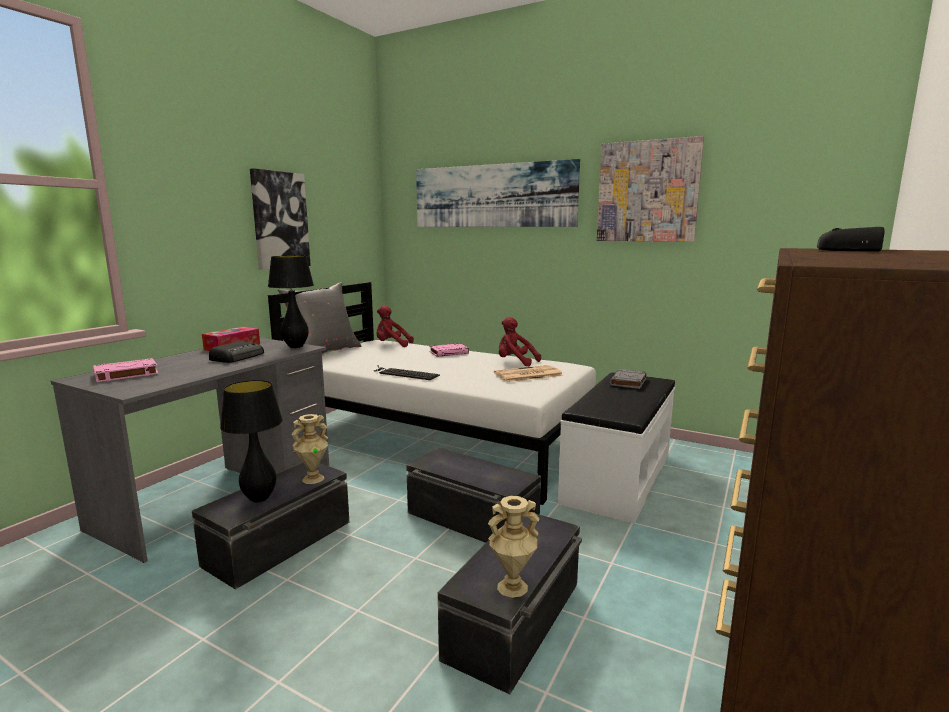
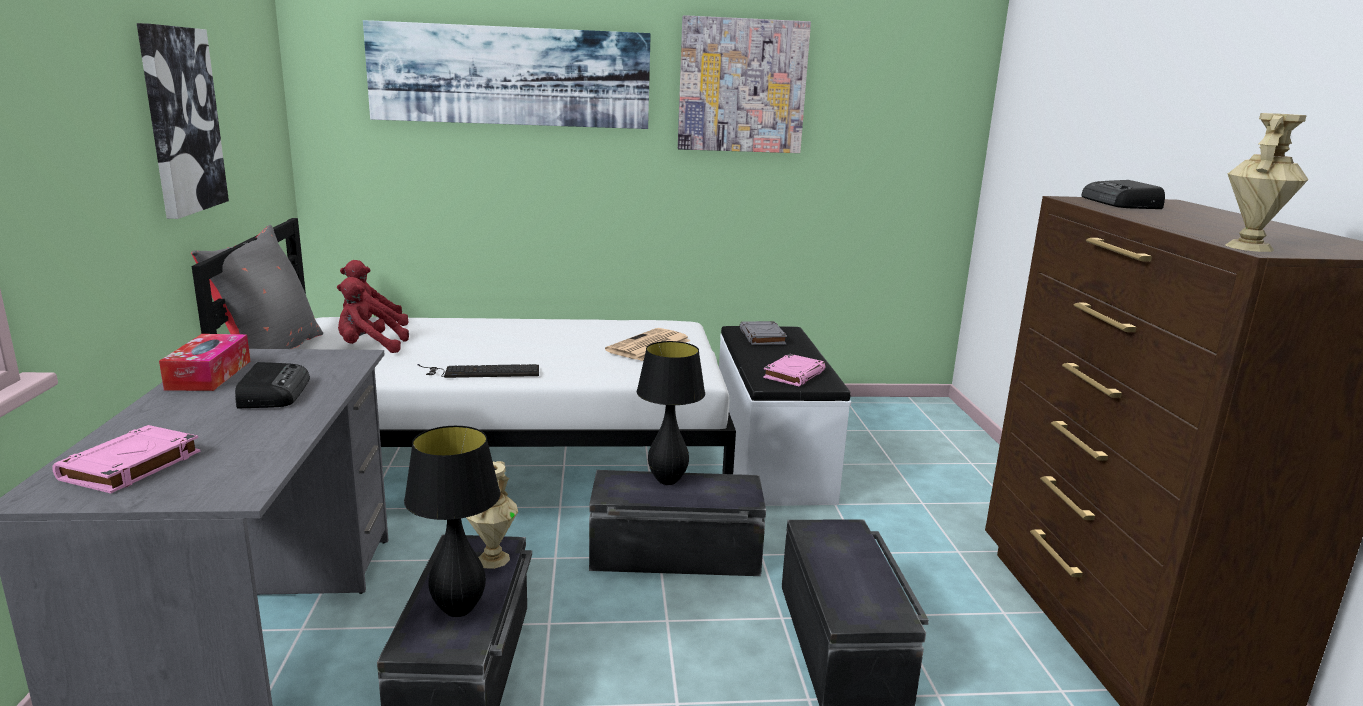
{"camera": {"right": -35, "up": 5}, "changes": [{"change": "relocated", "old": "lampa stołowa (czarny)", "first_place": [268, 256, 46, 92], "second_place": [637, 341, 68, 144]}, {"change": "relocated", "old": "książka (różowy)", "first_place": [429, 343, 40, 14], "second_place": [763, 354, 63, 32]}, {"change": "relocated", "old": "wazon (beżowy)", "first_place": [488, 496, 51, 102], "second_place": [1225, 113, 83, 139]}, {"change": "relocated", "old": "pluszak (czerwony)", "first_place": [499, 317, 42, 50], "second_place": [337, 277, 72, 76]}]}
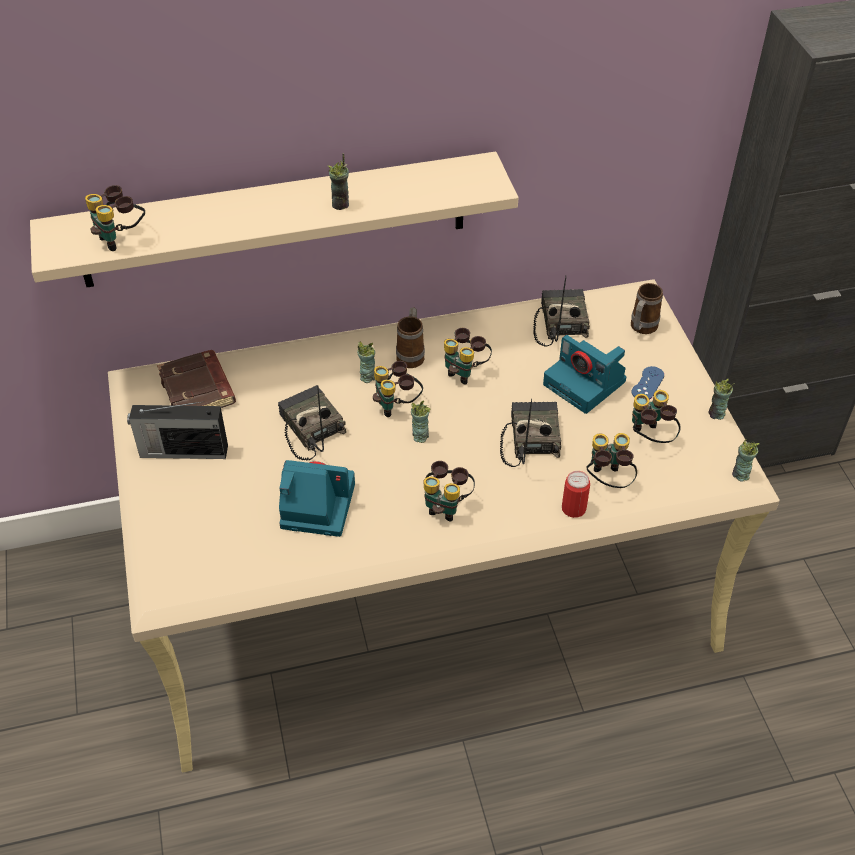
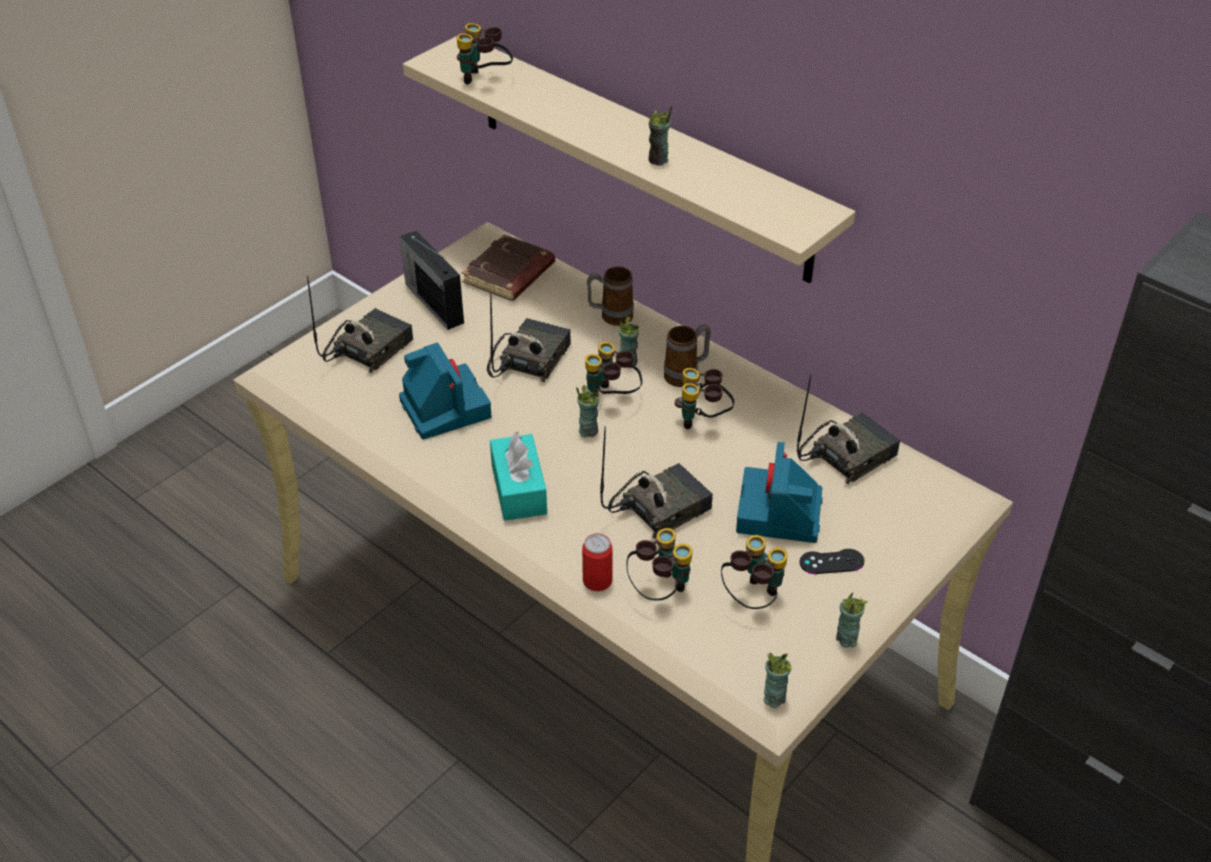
{"camera": {"right": 55, "up": -5}, "changes": [{"change": "exchanged", "old": "lornetka", "new": "pudełko chusteczek (turkusowy)", "first_place": [424, 461, 51, 60], "second_place": [490, 432, 57, 89]}, {"change": "relocated", "old": "kubek", "first_place": [631, 283, 32, 51], "second_place": [587, 266, 47, 60]}, {"change": "colour", "old": "pad do gier (niebieski)", "new": "pad do gier (czarny)", "first_place": [632, 366, 32, 34], "second_place": [800, 549, 64, 25]}, {"change": "appeared", "new": "radio", "second_place": [307, 276, 106, 97]}]}
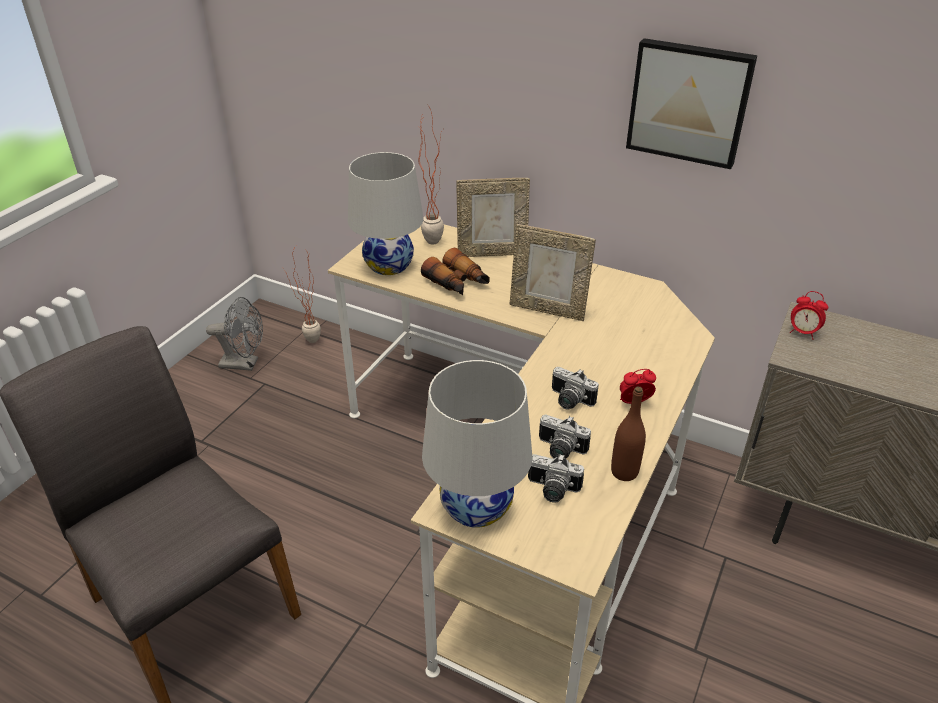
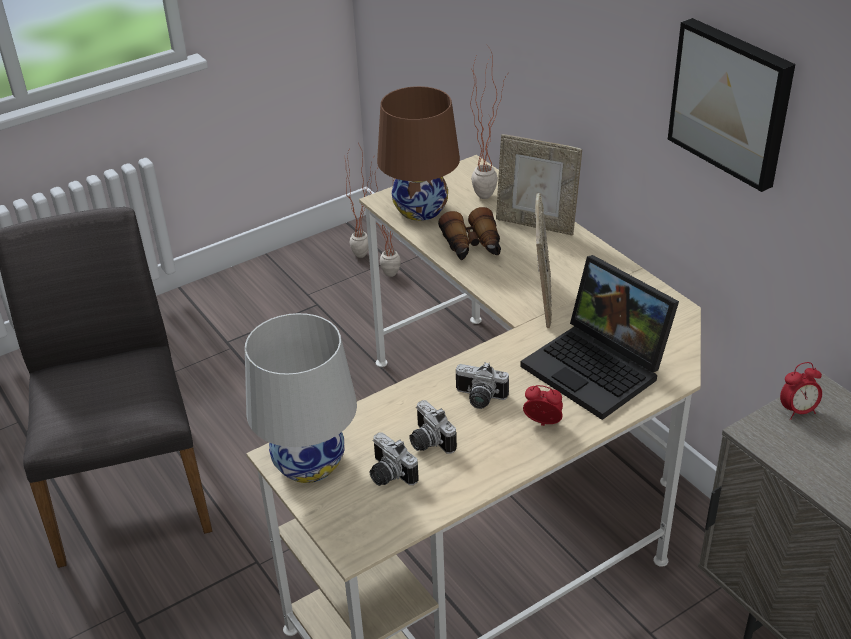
{"camera": {"right": 30, "up": 0}, "changes": [{"change": "missing", "old": "wentylator (szary)", "first_place": [206, 297, 57, 74]}, {"change": "colour", "old": "lampa stołowa (biały)", "new": "lampa stołowa (brązowy)", "first_place": [348, 152, 75, 123], "second_place": [377, 86, 83, 135]}, {"change": "spun", "old": "ramka na zdjęcie", "first_place": [509, 224, 87, 97], "second_place": [535, 193, 17, 135], "degrees": -135}, {"change": "spun", "old": "aparat fotograficzny", "first_place": [552, 367, 47, 43], "second_place": [456, 362, 53, 47], "degrees": -45}, {"change": "missing", "old": "butelka (brązowy)", "first_place": [611, 386, 35, 95]}, {"change": "spun", "old": "budzik", "first_place": [789, 291, 39, 49], "second_place": [780, 362, 42, 58], "degrees": -75}, {"change": "appeared", "new": "roślina doniczkowa", "second_place": [345, 143, 28, 115]}, {"change": "appeared", "new": "laptop", "second_place": [520, 255, 159, 165]}]}
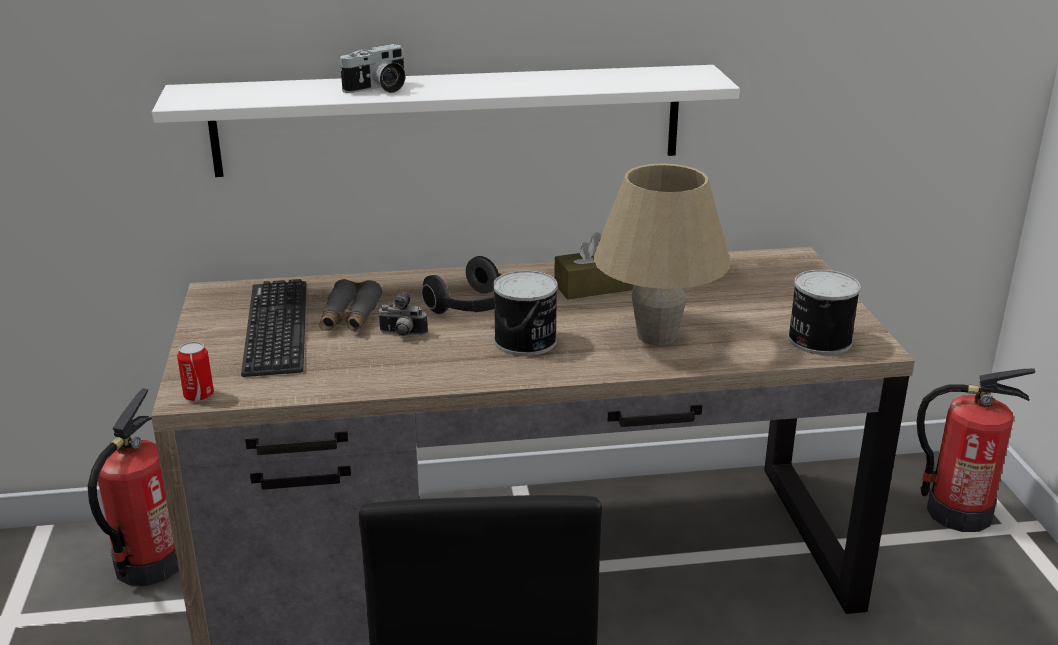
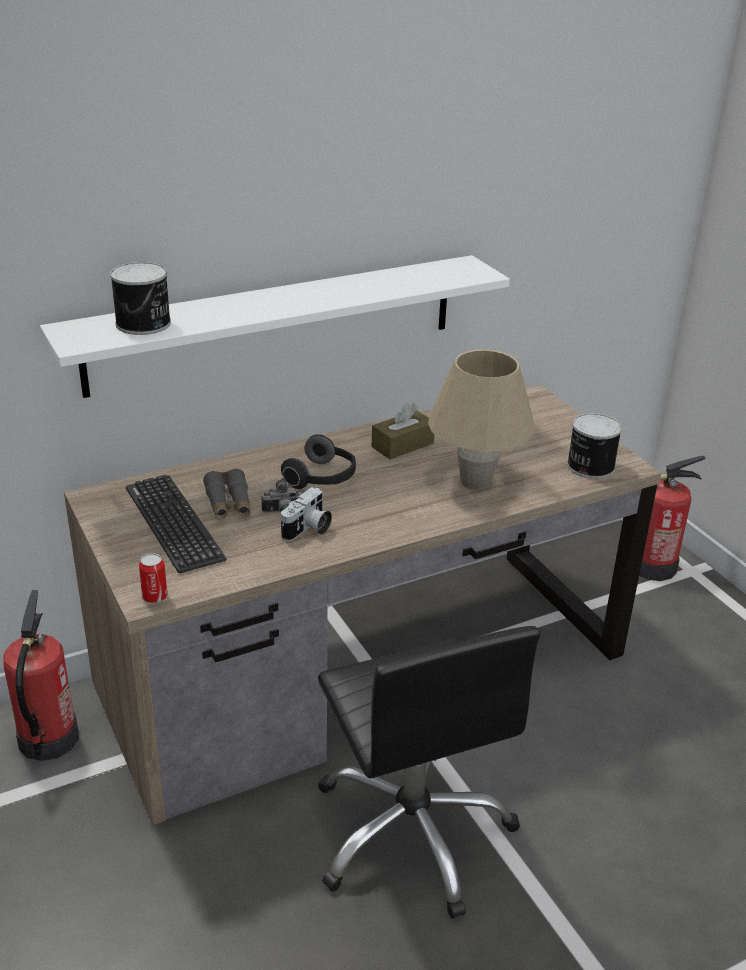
{"camera": {"right": -20, "up": 5}, "changes": [{"change": "relocated", "old": "aparat fotograficzny", "first_place": [339, 44, 67, 49], "second_place": [281, 487, 51, 54]}, {"change": "relocated", "old": "puszka", "first_place": [493, 270, 65, 86], "second_place": [110, 262, 61, 73]}]}
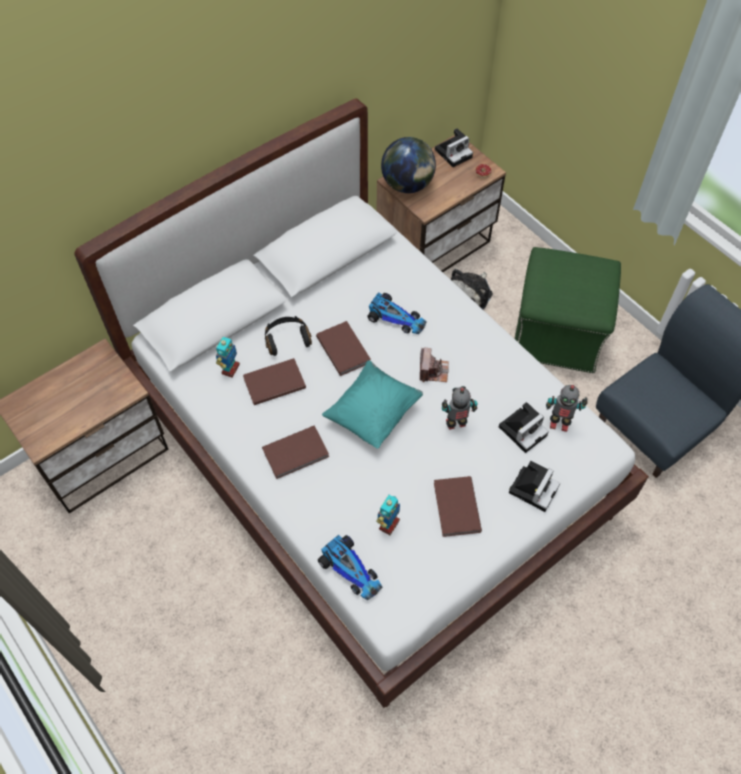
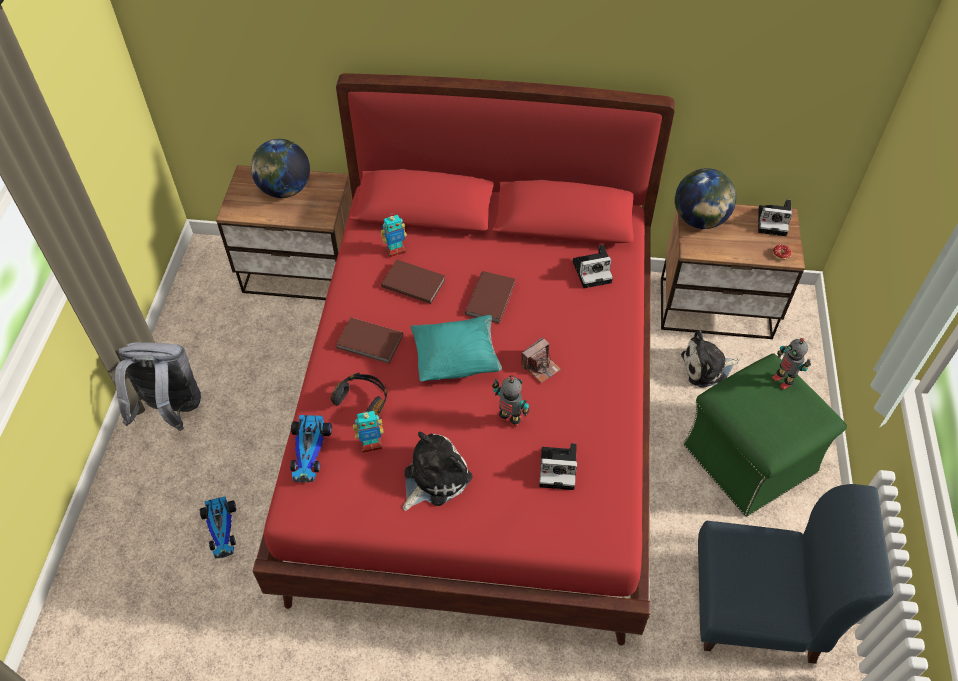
{"camera": {"right": 45, "up": -5}, "changes": [{"change": "colour", "old": "łóżko (biały)", "new": "łóżko (czerwony)", "first_place": [74, 98, 575, 610], "second_place": [252, 73, 423, 572]}, {"change": "relocated", "old": "słuchawki (czarny)", "first_place": [265, 316, 47, 40], "second_place": [331, 373, 56, 43]}, {"change": "relocated", "old": "samochodzik", "first_place": [367, 292, 60, 42], "second_place": [200, 496, 36, 63]}, {"change": "exchanged", "old": "książka (brązowy)", "new": "pluszak", "first_place": [434, 476, 48, 61], "second_place": [403, 432, 70, 79]}, {"change": "relocated", "old": "aparat fotograficzny", "first_place": [509, 461, 51, 51], "second_place": [573, 245, 40, 43]}, {"change": "relocated", "old": "robot zabawkowy", "first_place": [546, 385, 42, 47], "second_place": [772, 338, 39, 52]}, {"change": "appeared", "new": "plecak (szary)", "second_place": [115, 342, 86, 89]}, {"change": "appeared", "new": "globus", "second_place": [251, 139, 59, 59]}]}
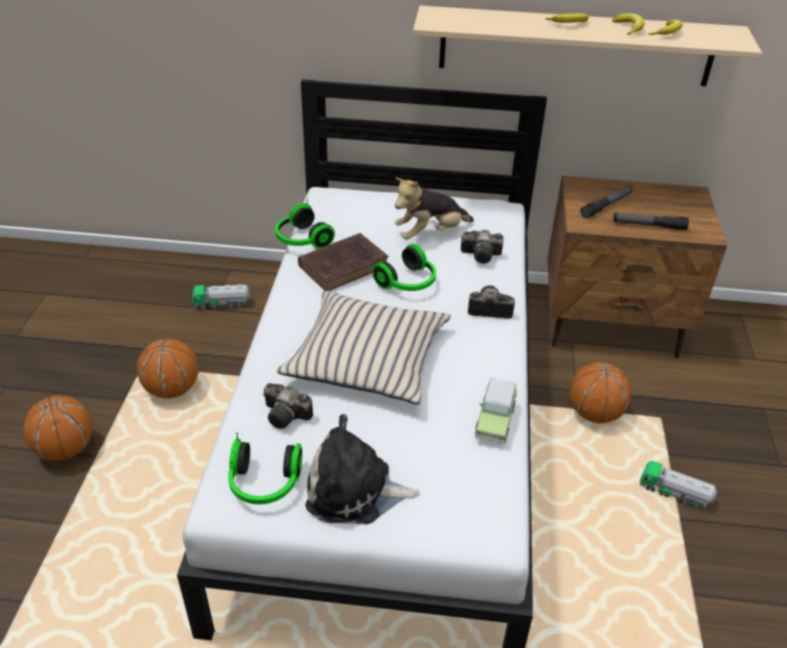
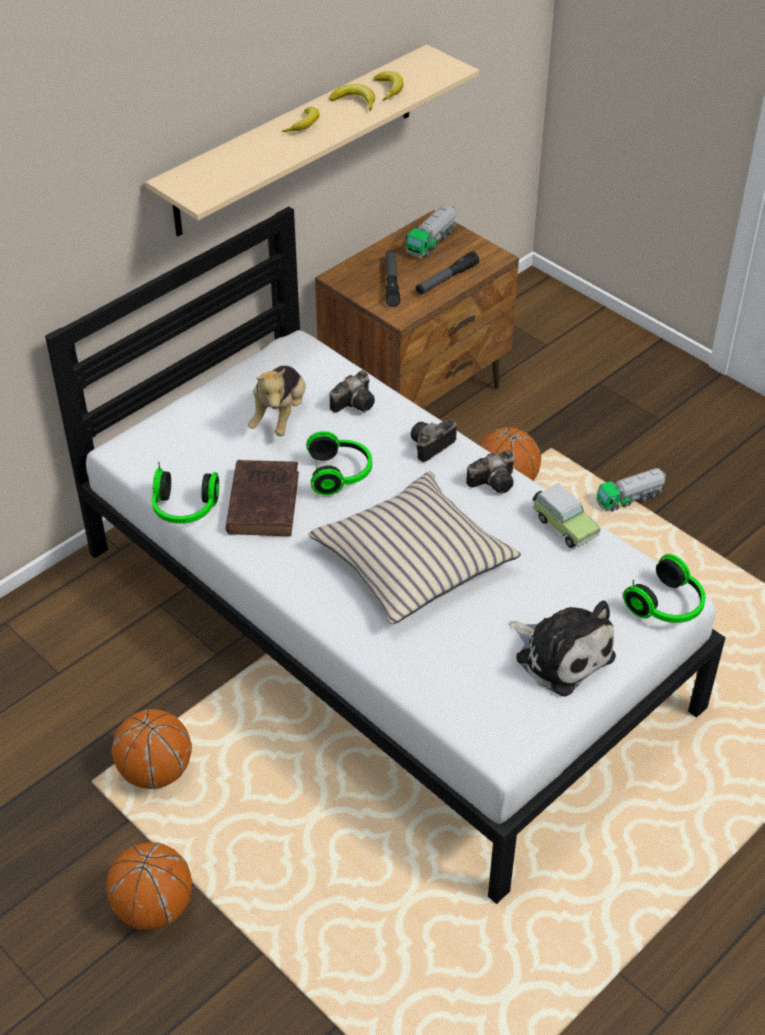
{"camera": {"right": -50, "up": 5}, "changes": [{"change": "relocated", "old": "ciężarówka zabawkowa", "first_place": [192, 284, 58, 26], "second_place": [406, 204, 50, 54]}, {"change": "relocated", "old": "słuchawki", "first_place": [228, 432, 74, 72], "second_place": [623, 554, 83, 69]}, {"change": "relocated", "old": "aparat fotograficzny", "first_place": [263, 383, 50, 46], "second_place": [466, 450, 49, 43]}, {"change": "spun", "old": "pluszak", "first_place": [305, 414, 115, 110], "second_place": [508, 600, 108, 97], "degrees": -90}]}
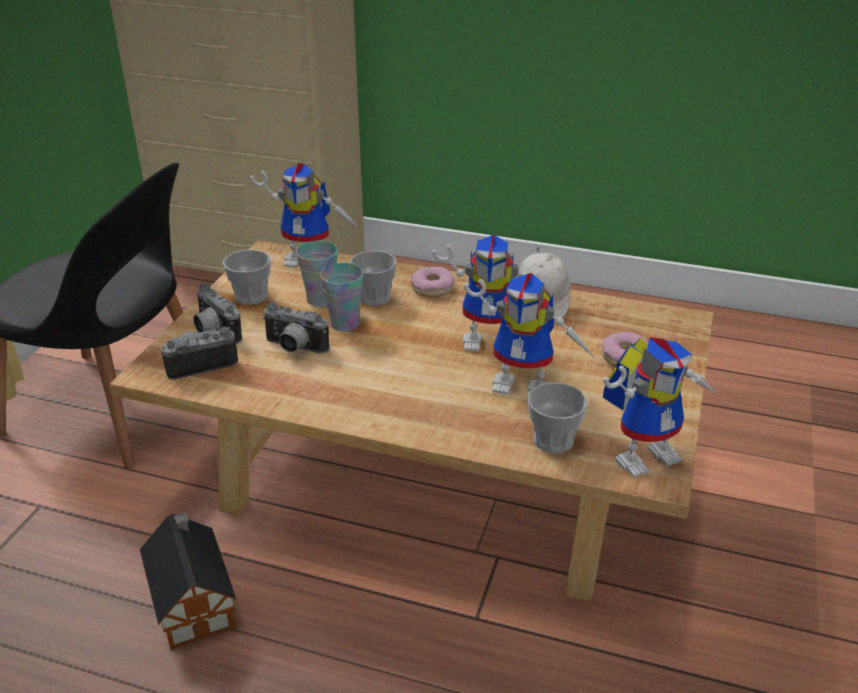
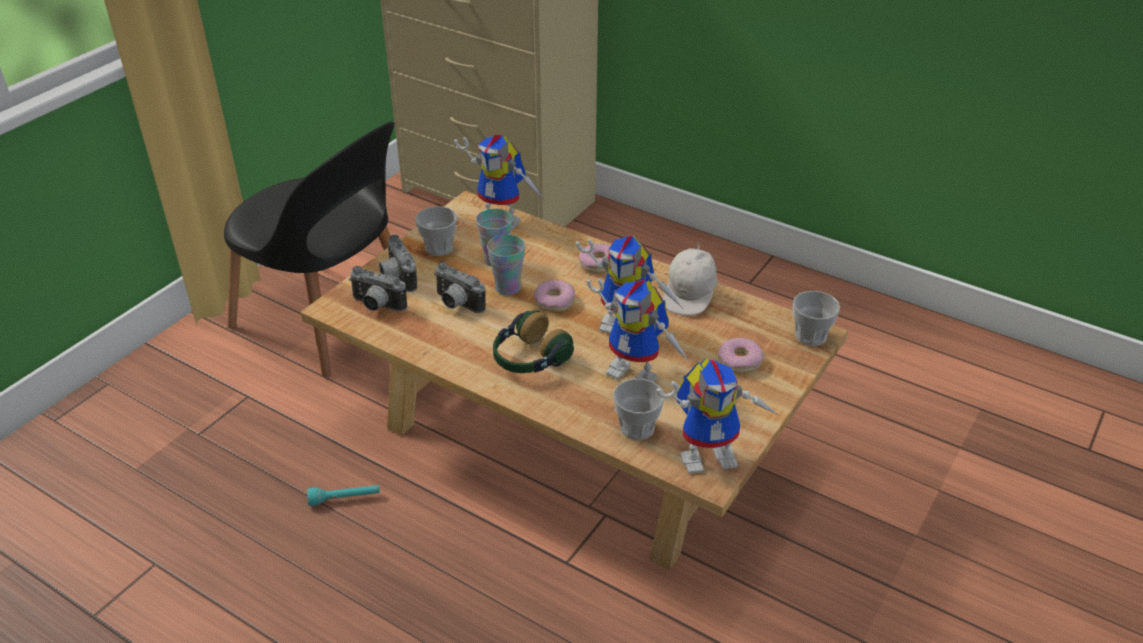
{"camera": {"right": 15, "up": 5}, "changes": [{"change": "exchanged", "old": "domek", "new": "latarka (turkusowy)", "first_place": [140, 512, 97, 138], "second_place": [307, 485, 73, 21]}, {"change": "spun", "old": "aparat fotograficzny", "first_place": [161, 326, 77, 54], "second_place": [349, 266, 58, 45], "degrees": -150}, {"change": "relocated", "old": "filiżanka", "first_place": [349, 251, 48, 55], "second_place": [793, 291, 47, 55]}, {"change": "appeared", "new": "słuchawki", "second_place": [493, 310, 81, 63]}, {"change": "appeared", "new": "donut", "second_place": [534, 280, 41, 32]}]}
